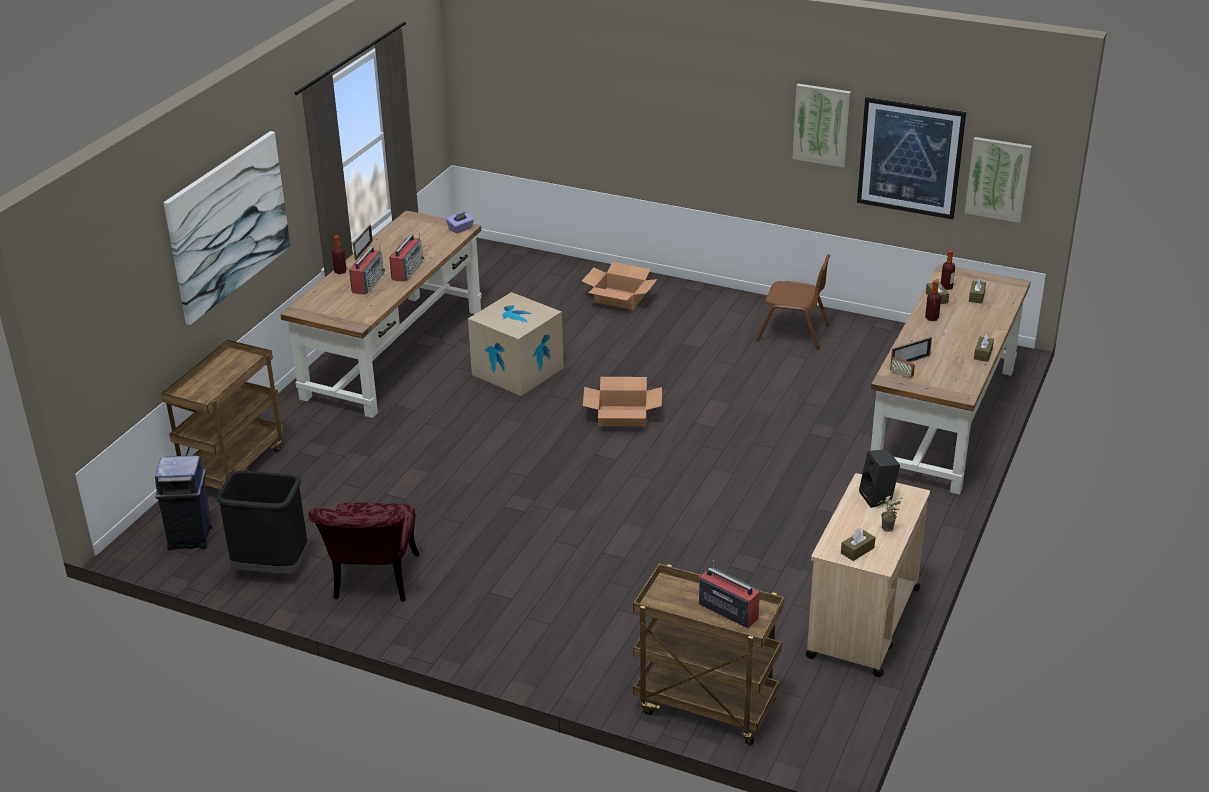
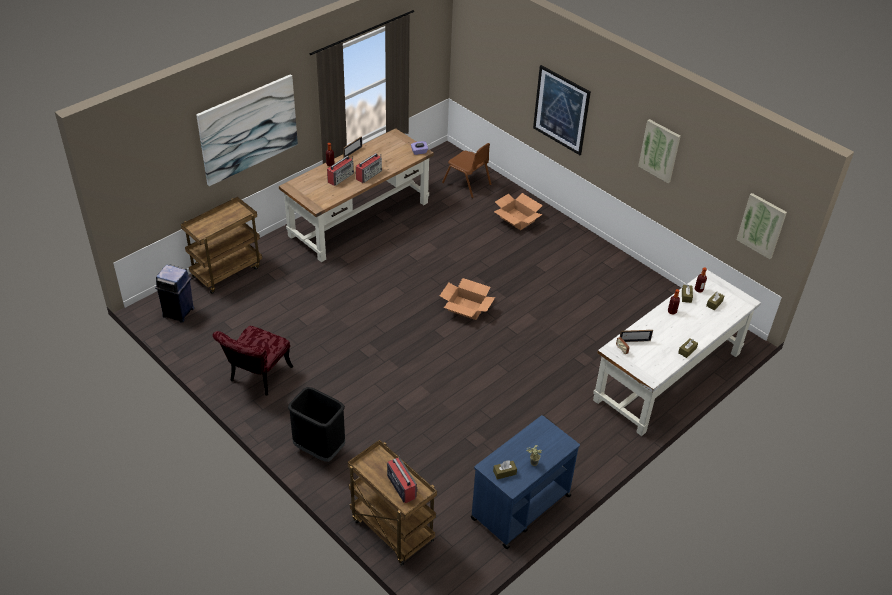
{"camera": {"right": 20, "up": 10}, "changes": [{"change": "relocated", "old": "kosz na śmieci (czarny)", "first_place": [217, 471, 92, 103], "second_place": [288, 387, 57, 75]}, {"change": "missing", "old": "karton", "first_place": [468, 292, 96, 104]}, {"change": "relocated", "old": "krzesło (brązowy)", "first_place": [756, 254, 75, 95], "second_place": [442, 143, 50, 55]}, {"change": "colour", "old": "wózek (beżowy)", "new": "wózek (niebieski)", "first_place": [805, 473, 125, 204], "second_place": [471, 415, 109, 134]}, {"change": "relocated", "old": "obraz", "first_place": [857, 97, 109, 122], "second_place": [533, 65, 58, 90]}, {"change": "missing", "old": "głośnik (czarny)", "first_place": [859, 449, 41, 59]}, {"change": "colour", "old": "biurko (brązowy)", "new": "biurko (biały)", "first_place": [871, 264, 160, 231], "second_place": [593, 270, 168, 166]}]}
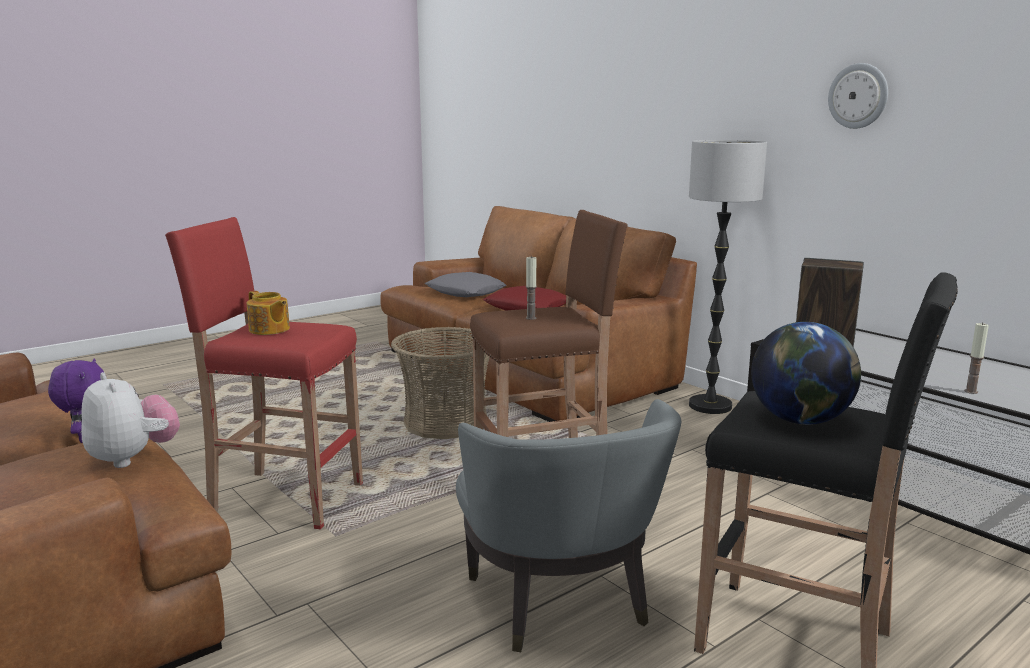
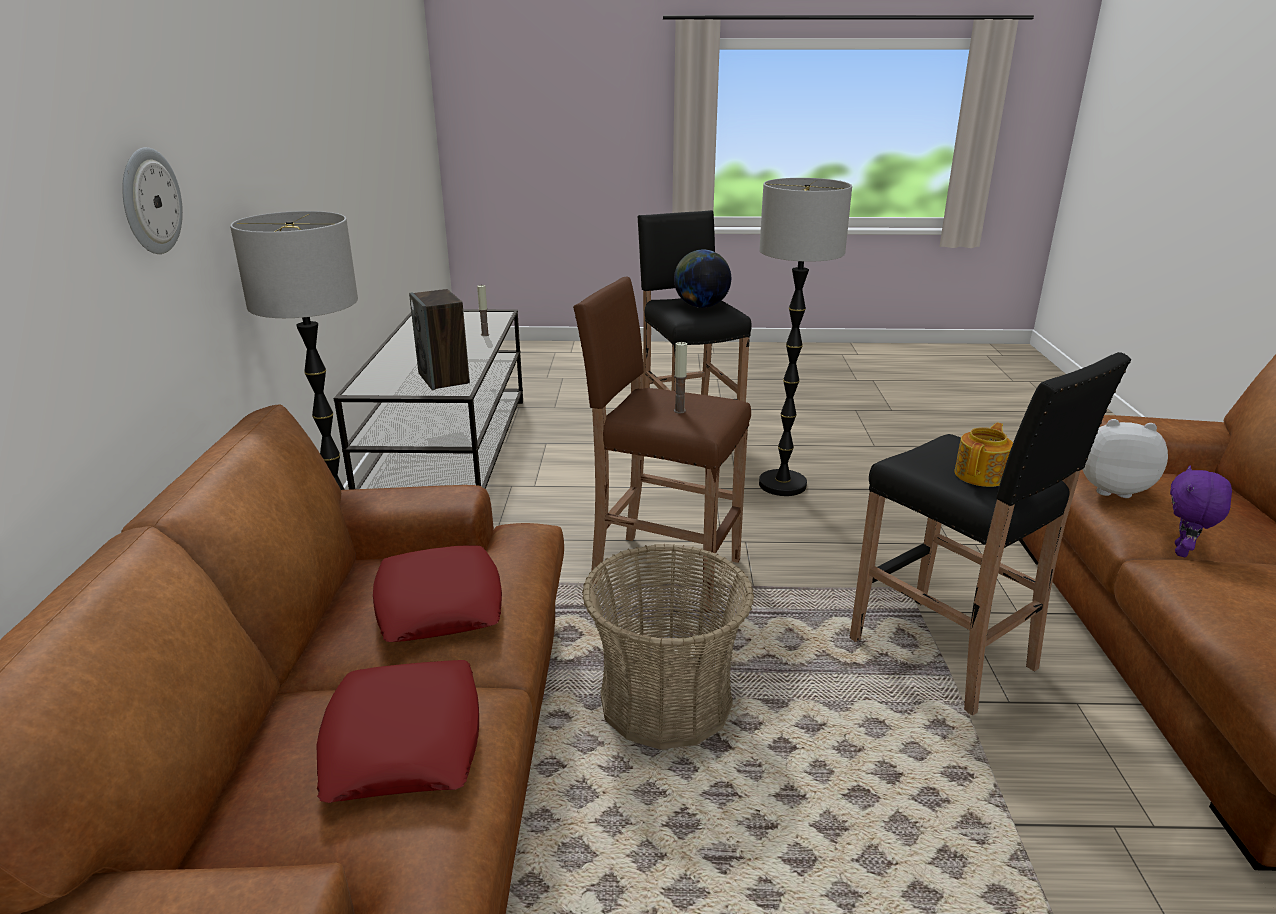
{"camera": {"right": -140, "up": 10}, "changes": [{"change": "spun", "old": "pluszak", "first_place": [81, 372, 99, 96], "second_place": [1082, 419, 86, 79], "degrees": 105}, {"change": "colour", "old": "stołek (czerwony)", "new": "stołek (czarny)", "first_place": [165, 217, 198, 312], "second_place": [850, 352, 281, 364]}, {"change": "spun", "old": "imbryk", "first_place": [247, 291, 43, 44], "second_place": [954, 422, 59, 65], "degrees": 45}, {"change": "colour", "old": "poduszka (szary)", "new": "poduszka (czerwony)", "first_place": [425, 272, 82, 25], "second_place": [317, 660, 162, 143]}, {"change": "exchanged", "old": "fotel (szary)", "new": "lampa stojąca", "first_place": [456, 399, 225, 253], "second_place": [759, 178, 93, 318]}, {"change": "relocated", "old": "zegar ścienny", "first_place": [828, 63, 60, 66], "second_place": [122, 147, 61, 107]}]}
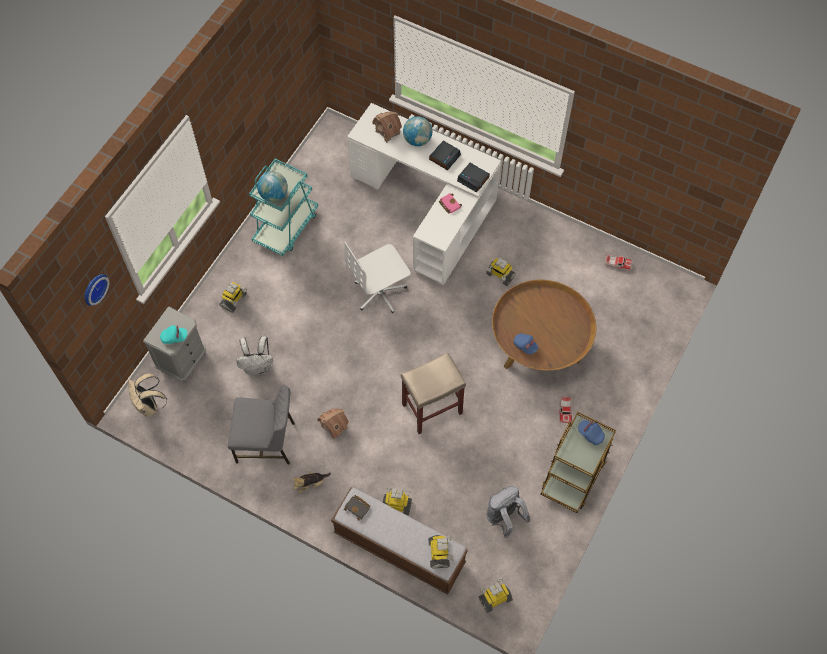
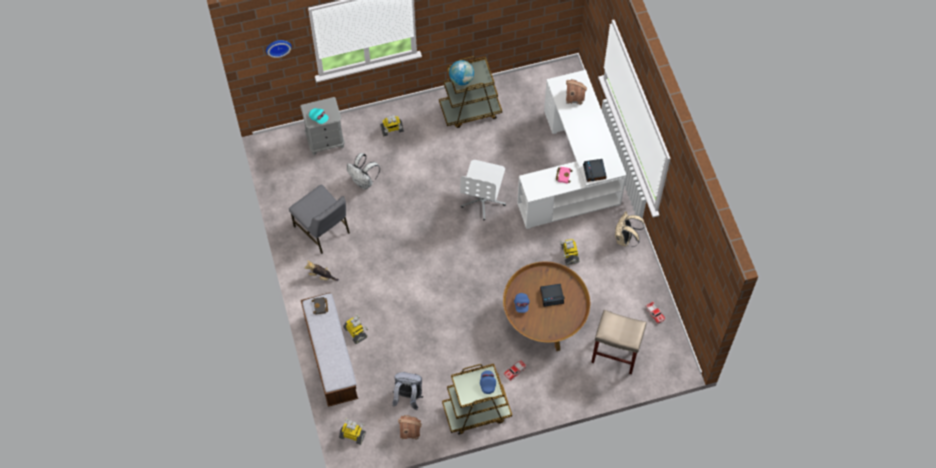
{"camera": {"right": 45, "up": 0}, "changes": [{"change": "relocated", "old": "plecak (beżowy)", "first_place": [128, 373, 39, 43], "second_place": [615, 211, 30, 36]}, {"change": "colour", "old": "wózek (turkusowy)", "new": "wózek (brązowy)", "first_place": [249, 159, 69, 97], "second_place": [439, 56, 63, 72]}, {"change": "relocated", "old": "domek", "first_place": [317, 408, 32, 32], "second_place": [398, 415, 24, 25]}, {"change": "spun", "old": "krzesło biurowe (biały)", "first_place": [344, 242, 67, 71], "second_place": [460, 160, 46, 60], "degrees": -90}, {"change": "relocated", "old": "stołek (beżowy)", "first_place": [401, 352, 65, 82], "second_place": [591, 310, 56, 64]}, {"change": "missing", "old": "globus", "first_place": [403, 116, 29, 30]}, {"change": "missing", "old": "robot zabawkowy", "first_place": [428, 534, 26, 34]}, {"change": "relocated", "old": "budzik", "first_place": [429, 141, 32, 29], "second_place": [540, 284, 25, 23]}]}
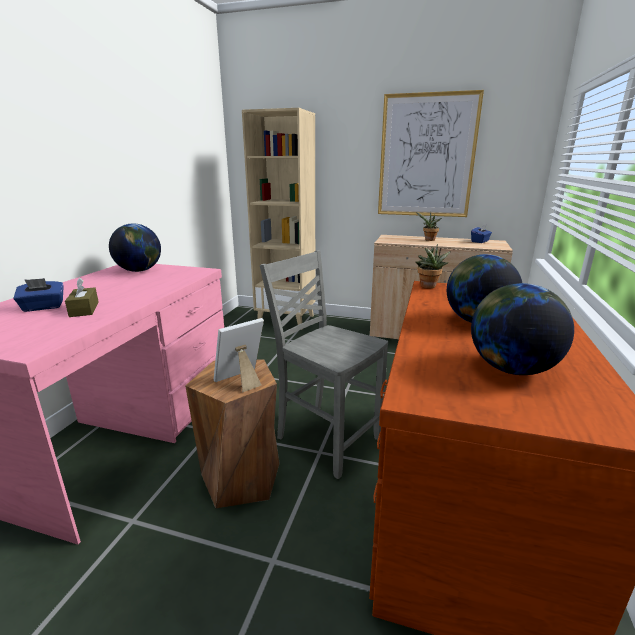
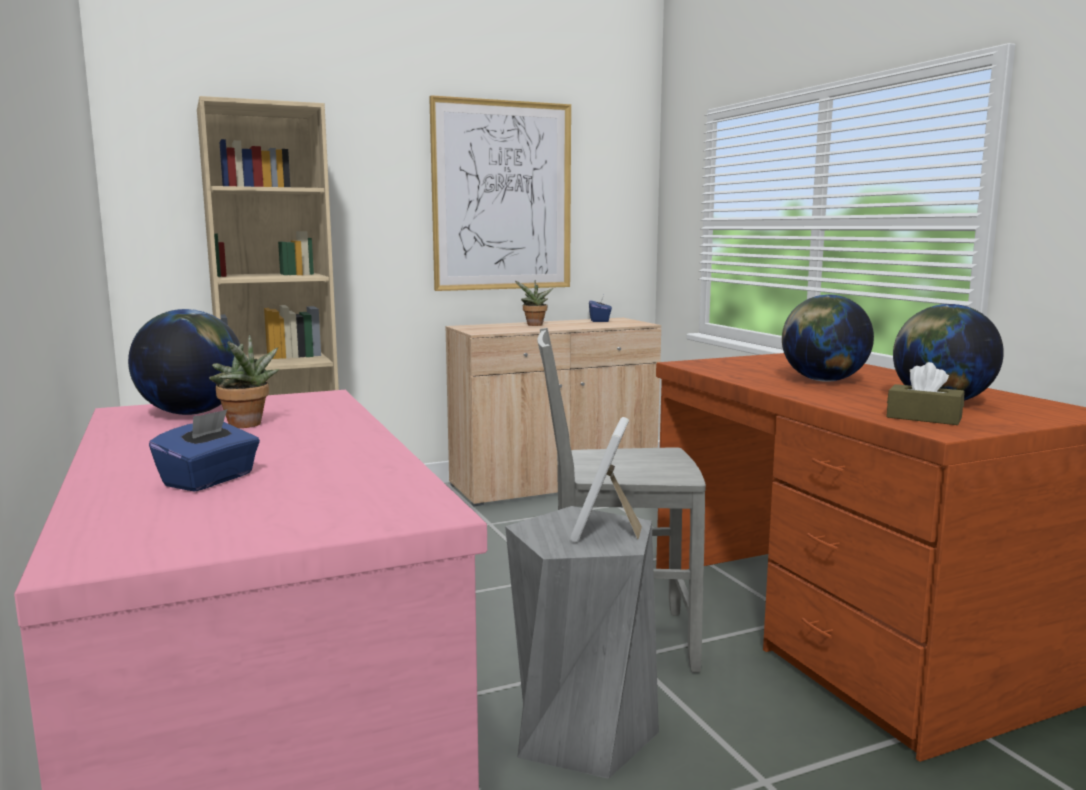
{"camera": {"right": -40, "up": -10}, "changes": [{"change": "relocated", "old": "pudełko chusteczek (brązowy)", "first_place": [65, 278, 34, 39], "second_place": [886, 362, 79, 63]}, {"change": "colour", "old": "stołek (brązowy)", "new": "stołek (szary)", "first_place": [185, 360, 95, 148], "second_place": [505, 506, 154, 273]}, {"change": "relocated", "old": "roślina doniczkowa", "first_place": [415, 244, 36, 44], "second_place": [209, 335, 70, 93]}]}
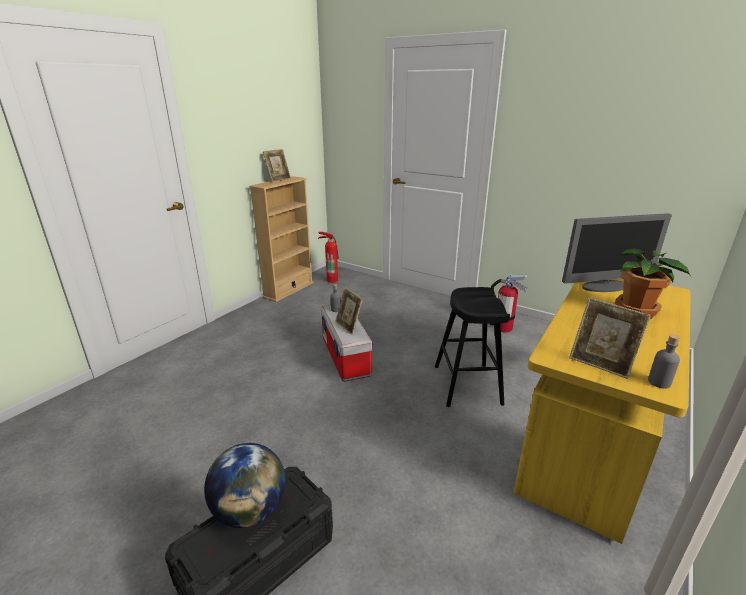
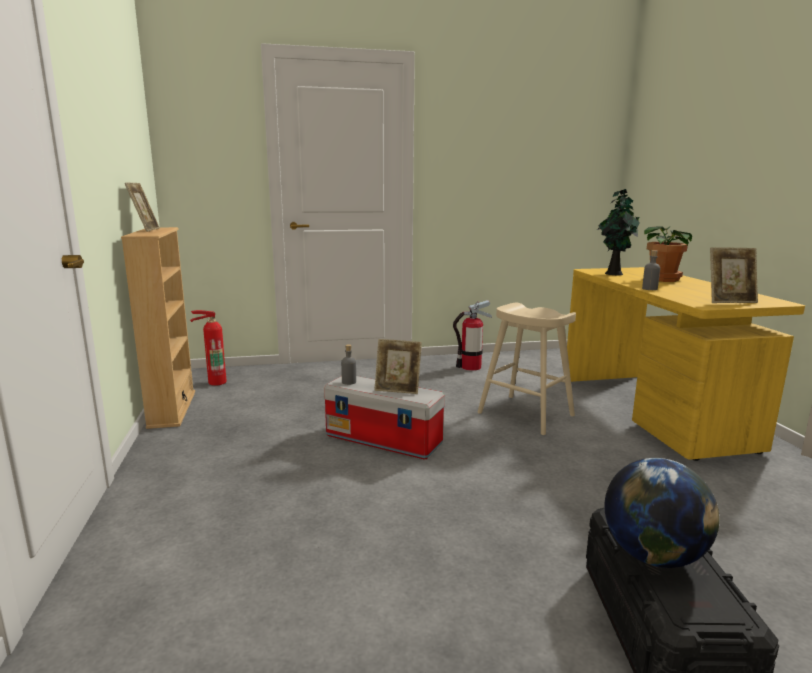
{"camera": {"right": -45, "up": -10}, "changes": [{"change": "colour", "old": "stołek (czarny)", "new": "stołek (beżowy)", "first_place": [435, 287, 75, 120], "second_place": [478, 303, 98, 132]}, {"change": "exchanged", "old": "monitor", "new": "roślina doniczkowa", "first_place": [562, 213, 110, 79], "second_place": [596, 189, 44, 86]}, {"change": "relocated", "old": "butelka (szary)", "first_place": [648, 334, 32, 55], "second_place": [642, 250, 18, 40]}]}
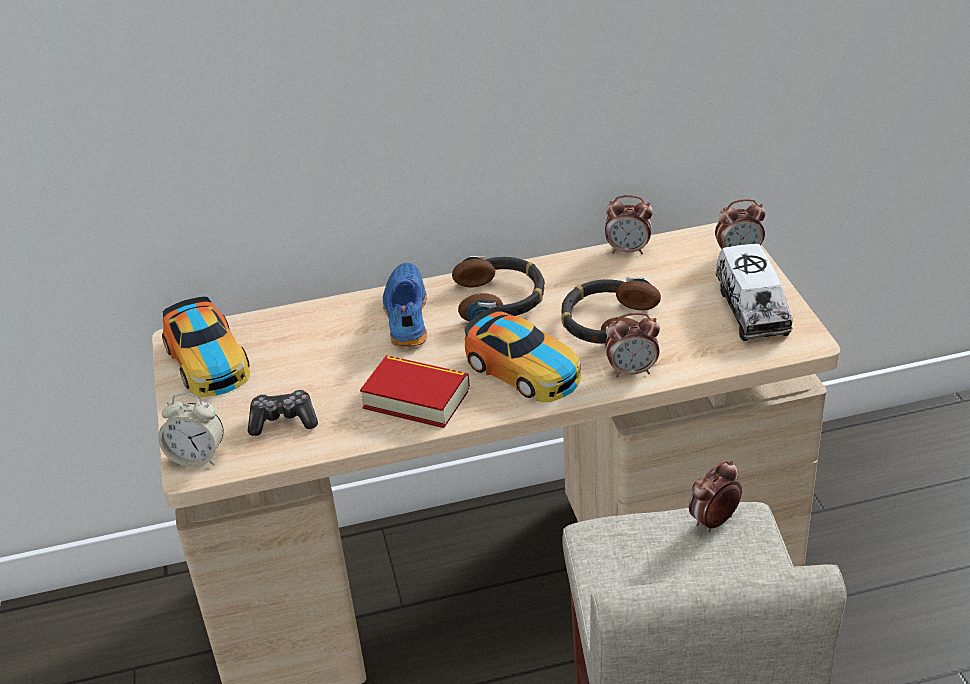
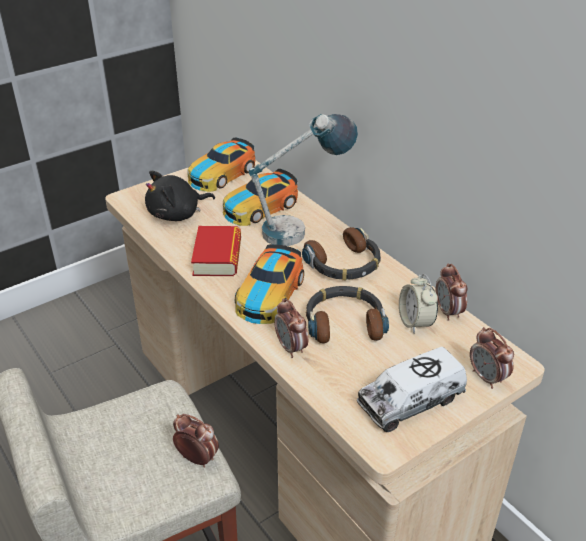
{"camera": {"right": 65, "up": 0}, "changes": [{"change": "relocated", "old": "budzik", "first_place": [158, 393, 66, 74], "second_place": [399, 274, 39, 59]}, {"change": "exchanged", "old": "pad do gier", "new": "pluszak (czarny)", "first_place": [248, 390, 70, 46], "second_place": [145, 171, 70, 50]}, {"change": "exchanged", "old": "but (niebieski)", "new": "lampa stołowa", "first_place": [383, 263, 44, 84], "second_place": [248, 114, 110, 132]}, {"change": "appeared", "new": "samochodzik", "second_place": [223, 169, 75, 57]}]}
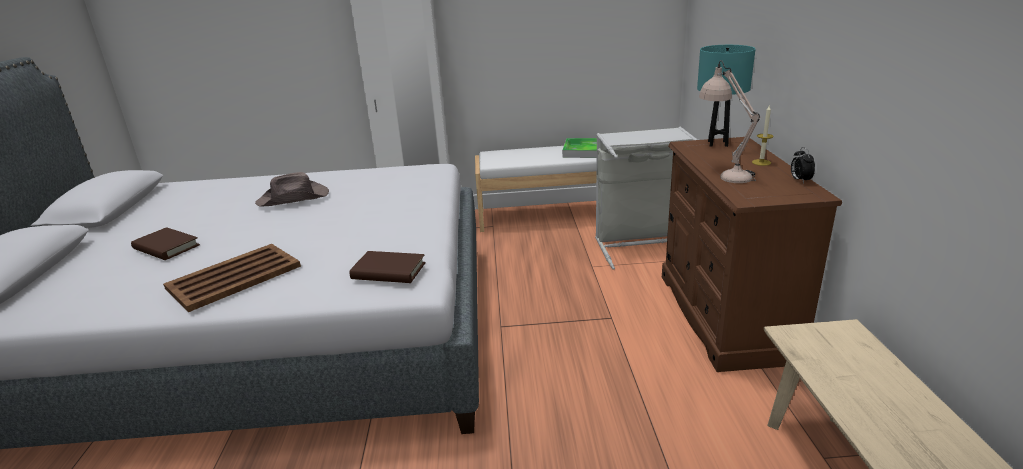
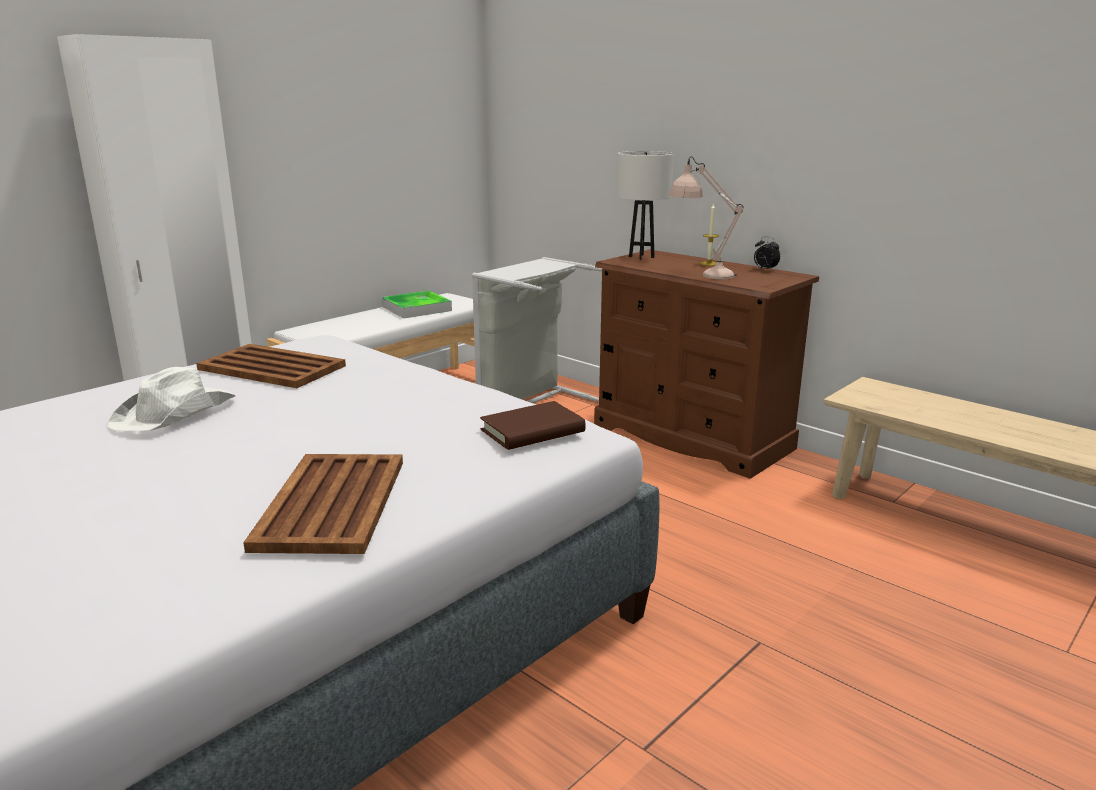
{"camera": {"right": -45, "up": -5}, "changes": [{"change": "missing", "old": "książka (brązowy)", "first_place": [131, 227, 69, 33]}, {"change": "colour", "old": "kapelusz (brązowy)", "new": "kapelusz (biały)", "first_place": [255, 172, 74, 35], "second_place": [108, 367, 127, 64]}, {"change": "colour", "old": "lampa stołowa (turkusowy)", "new": "lampa stołowa (biały)", "first_place": [697, 45, 59, 102], "second_place": [617, 151, 57, 109]}, {"change": "appeared", "new": "taca (brązowy)", "second_place": [196, 344, 150, 44]}]}
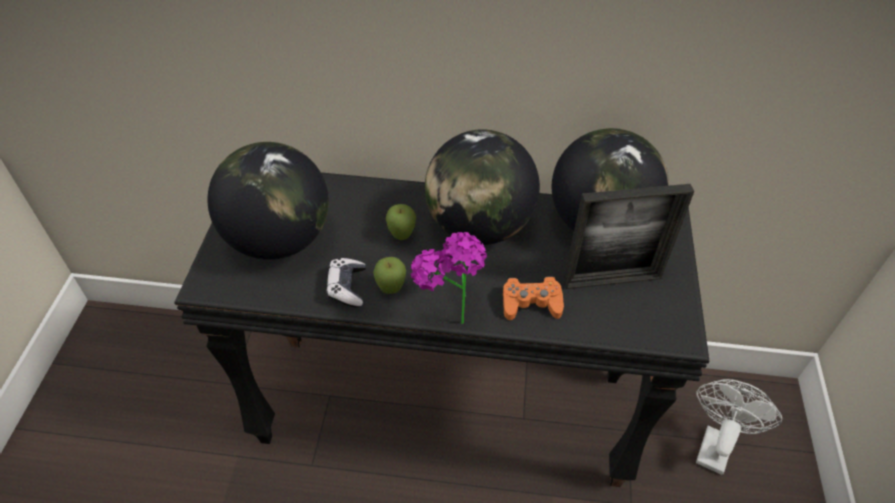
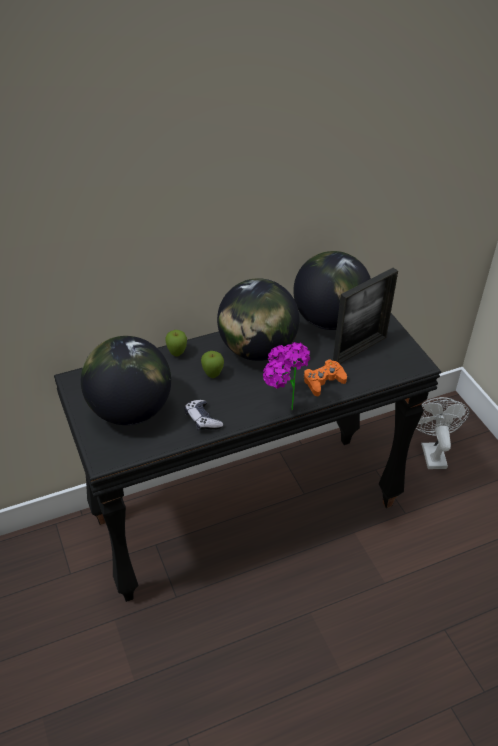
{"camera": {"right": -30, "up": -5}, "changes": [{"change": "relocated", "old": "jabłko", "first_place": [373, 257, 33, 37], "second_place": [165, 330, 22, 27]}]}
